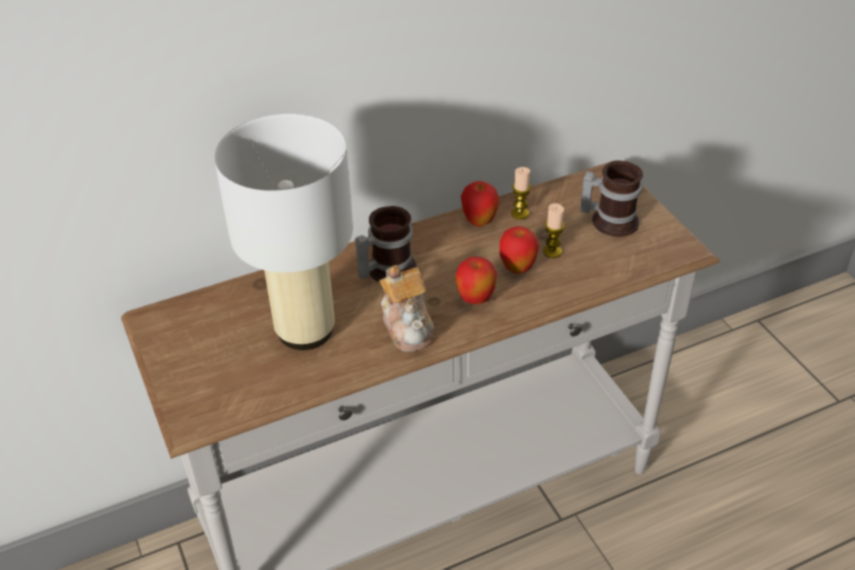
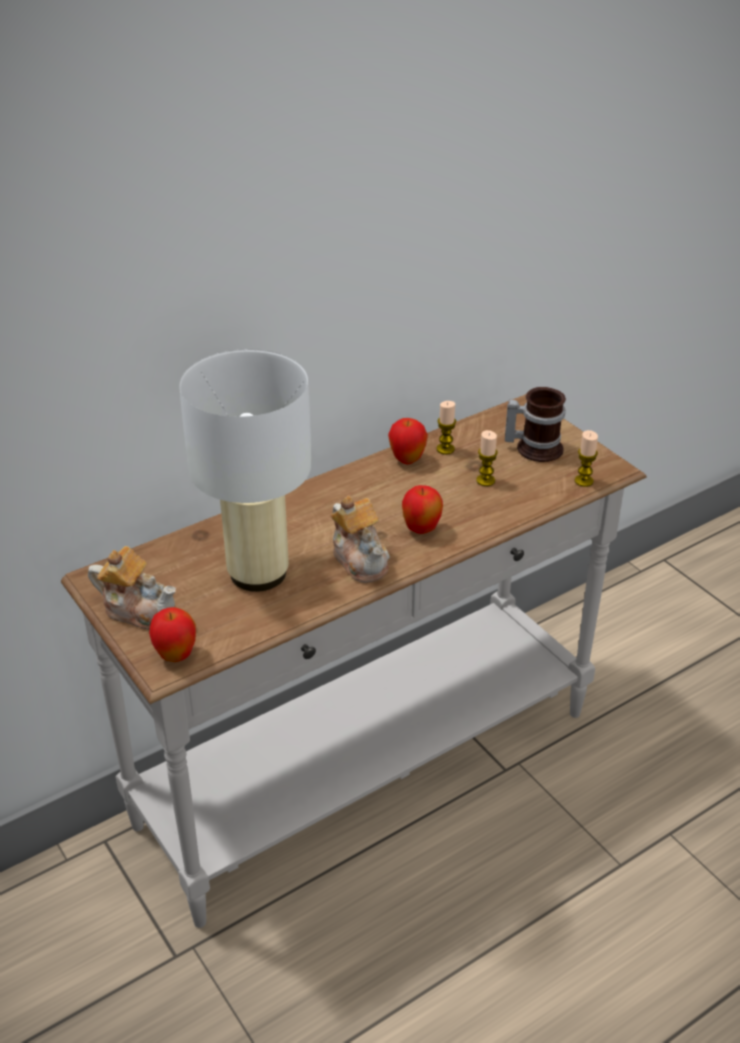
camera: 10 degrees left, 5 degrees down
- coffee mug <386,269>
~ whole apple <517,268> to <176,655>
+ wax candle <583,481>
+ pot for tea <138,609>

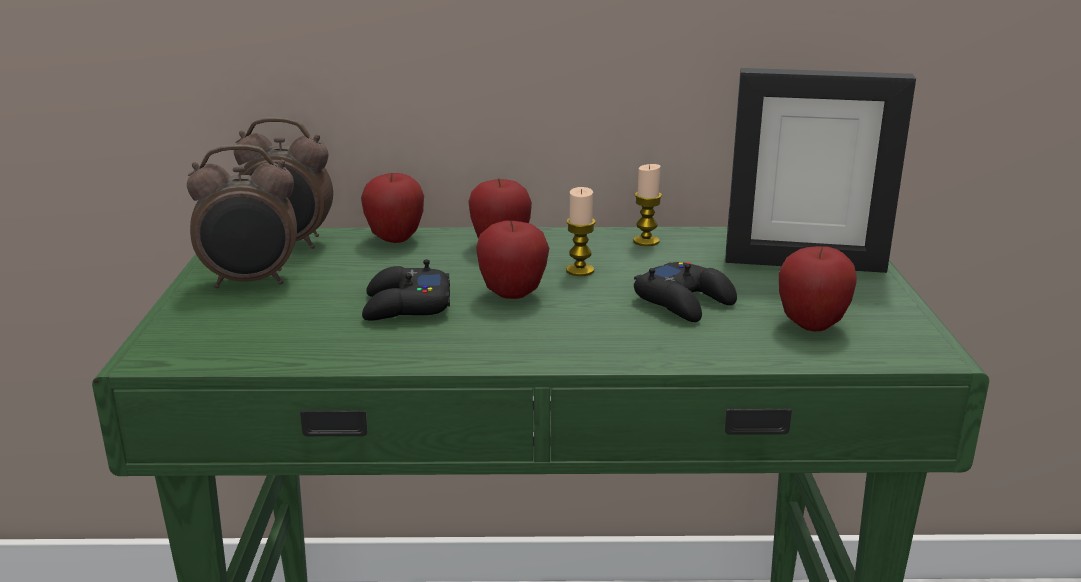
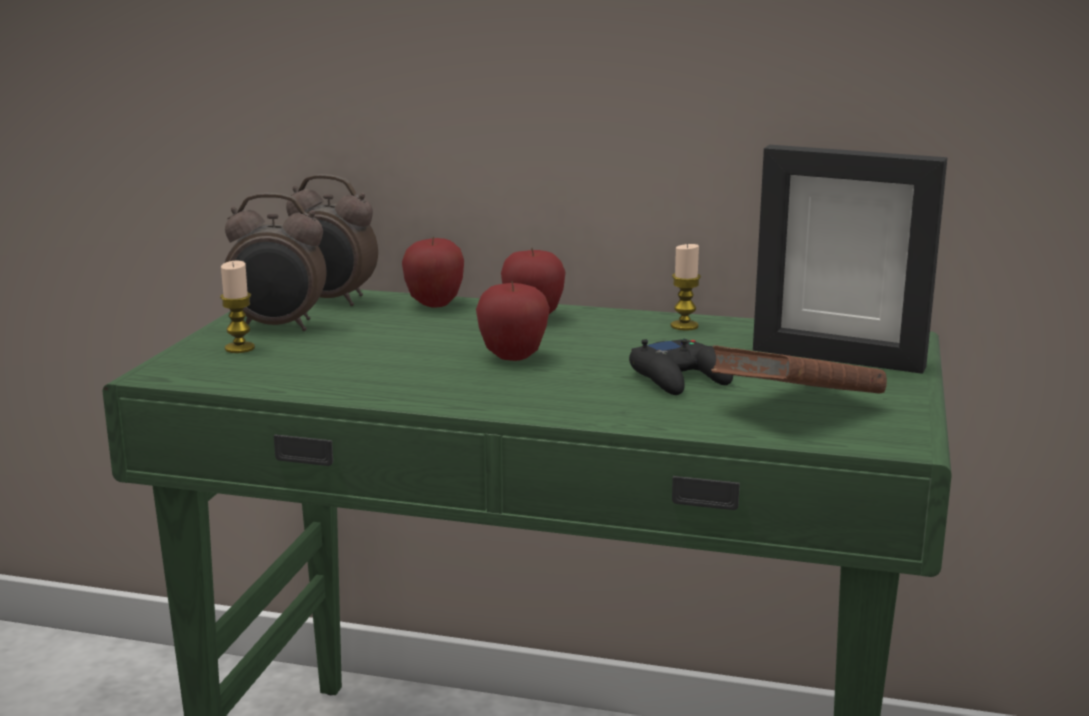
camera: 15 degrees right, 5 degrees down
~ wax candle <580,270> to <239,348>
~ whole apple <811,325> to brown bound book <795,409>
- black-coloured gamepad <406,306>

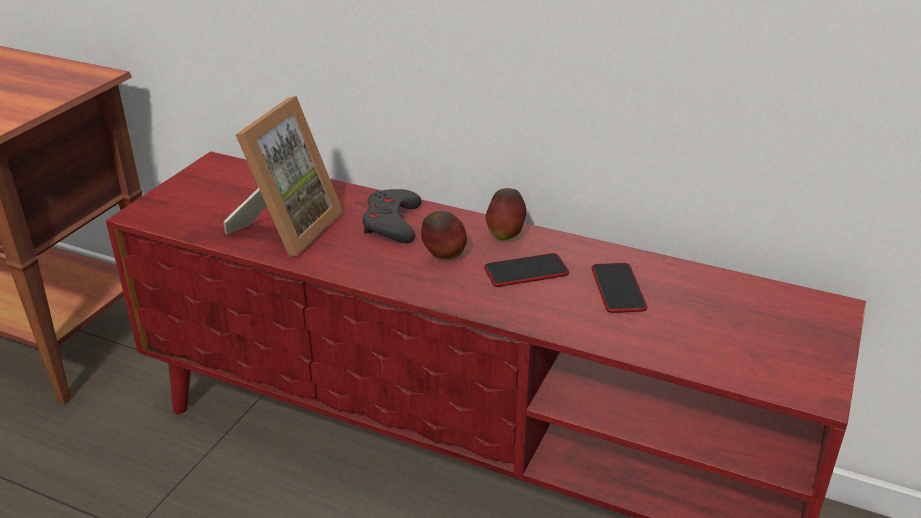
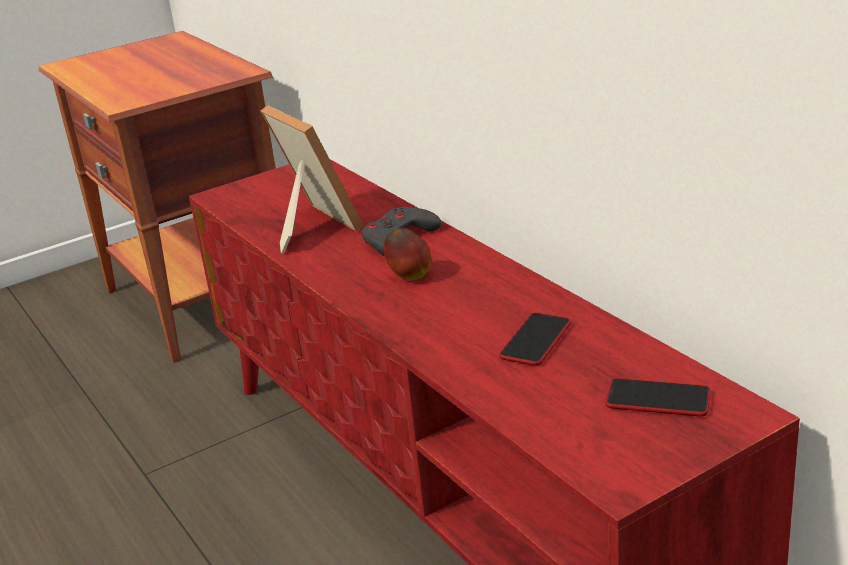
camera: 35 degrees right, 5 degrees down
~ picture frame <287,228> = <310,227> 90 degrees counterclockwise
- whole apple <505,235>
~ handset <526,271> to <658,399>

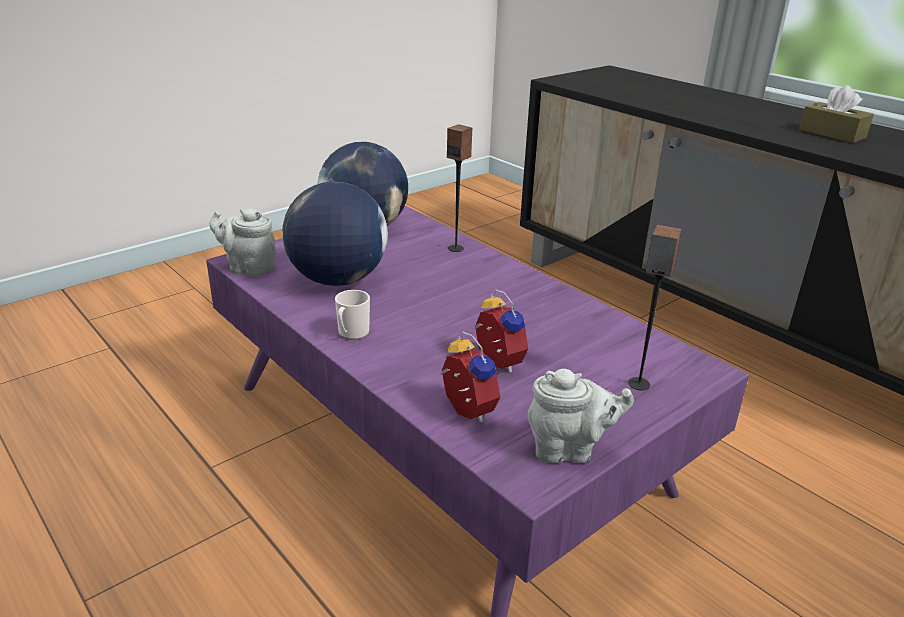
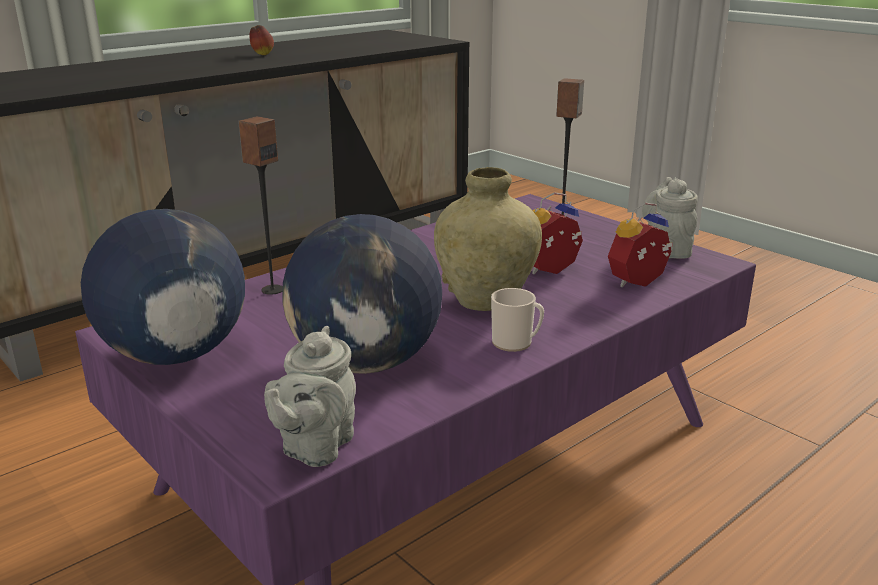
camera: 90 degrees left, 5 degrees down
~ brown box of tissues <832,134> to whole apple <262,54>
+ beige decorative vase <486,300>

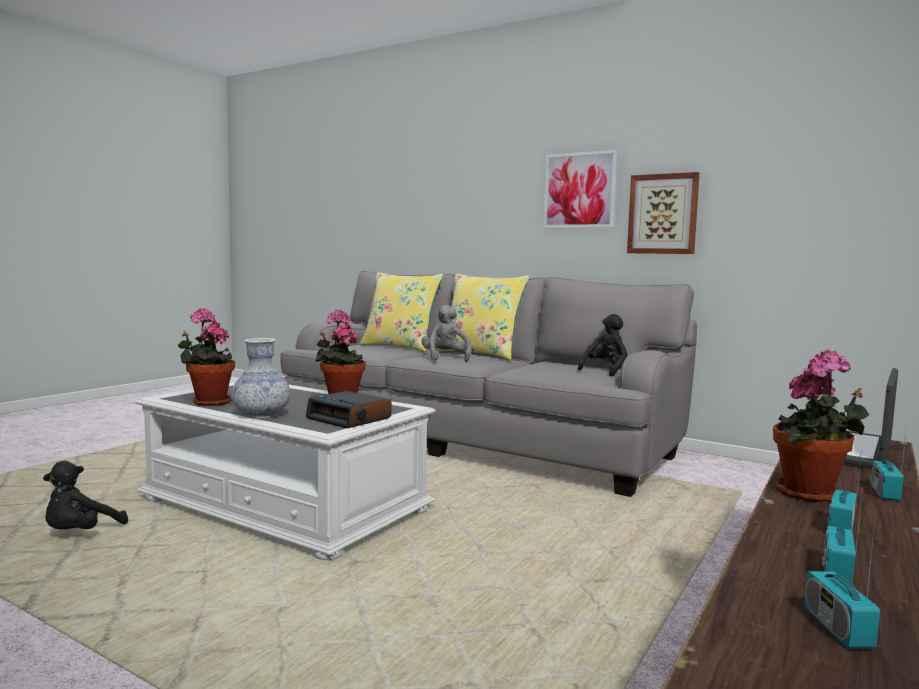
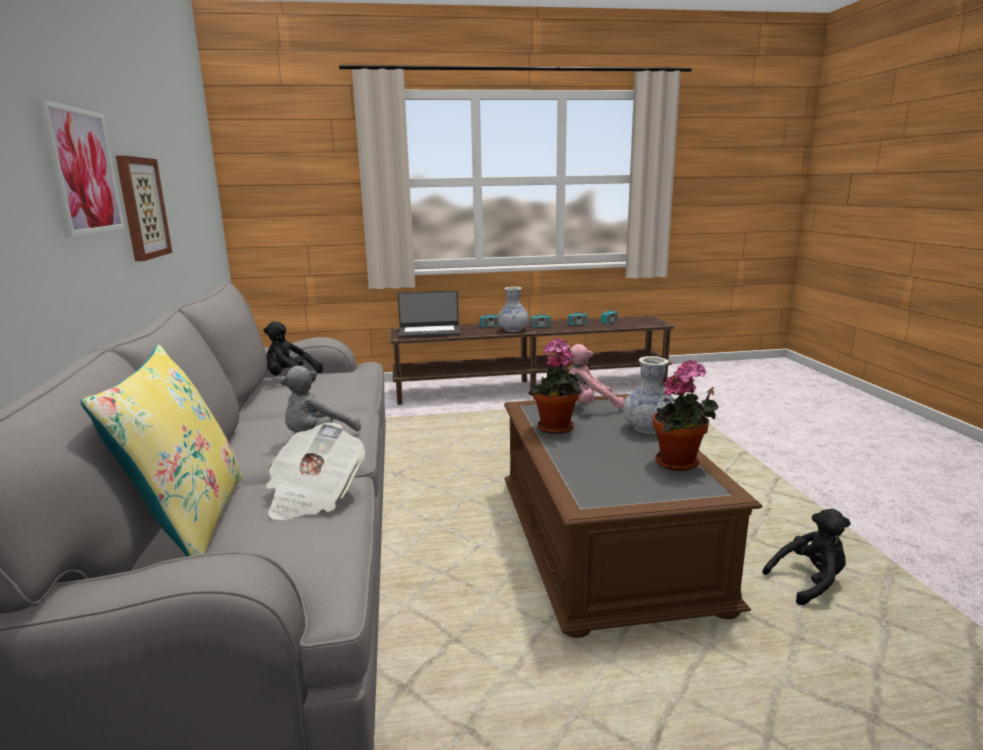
camera: 130 degrees left, 10 degrees up
- yellow cushion <480,354>
~ plant in a pot <811,495> to decorative vase <513,330>
~ white-coloured coffee table <286,505> to brown coffee table <603,540>
~ bedside clock <350,418> to pinkish soft toy <588,406>
+ daily paper <314,496>

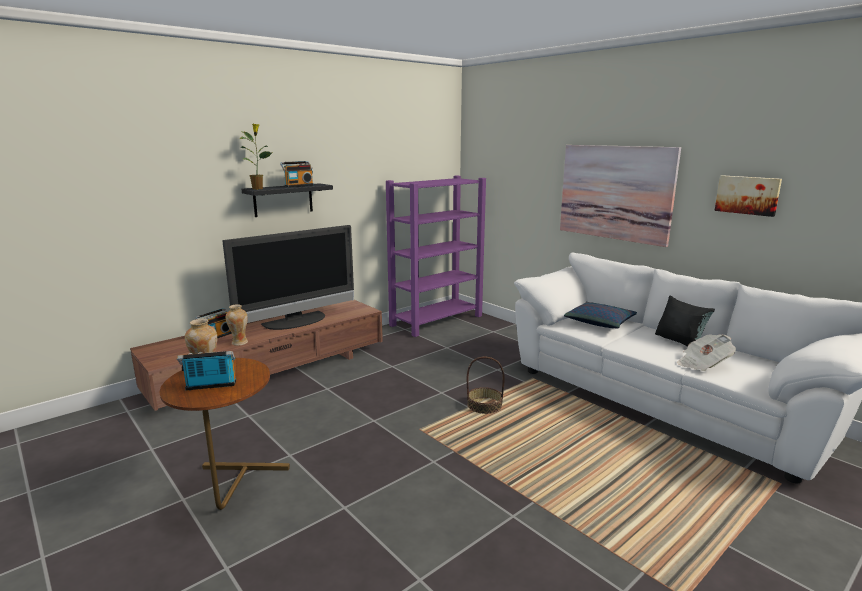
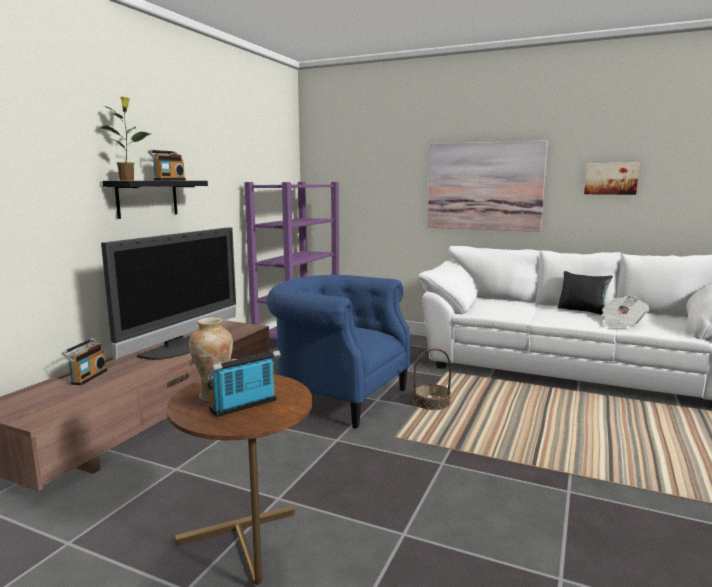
camera: 25 degrees left, 5 degrees down
- bluish cushion <600,322>
- decorative vase <239,343>
+ bluish lounge chair <337,396>

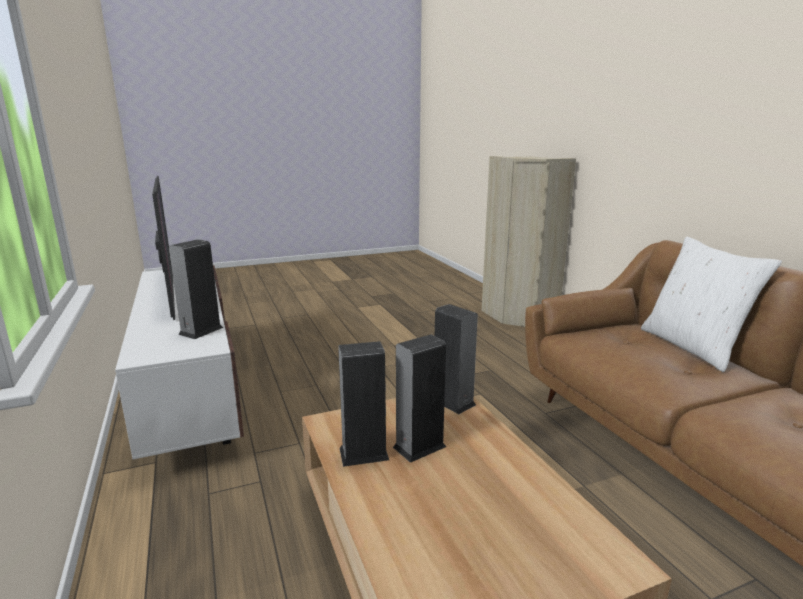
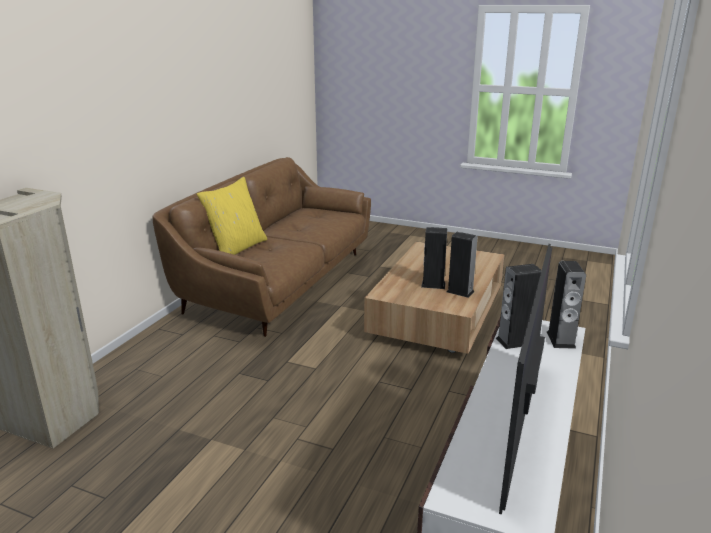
camera: 135 degrees left, 5 degrees up
~ white-coloured cushion <693,347> to yellow cushion <236,248>
~ loudspeaker <453,402> to <561,340>

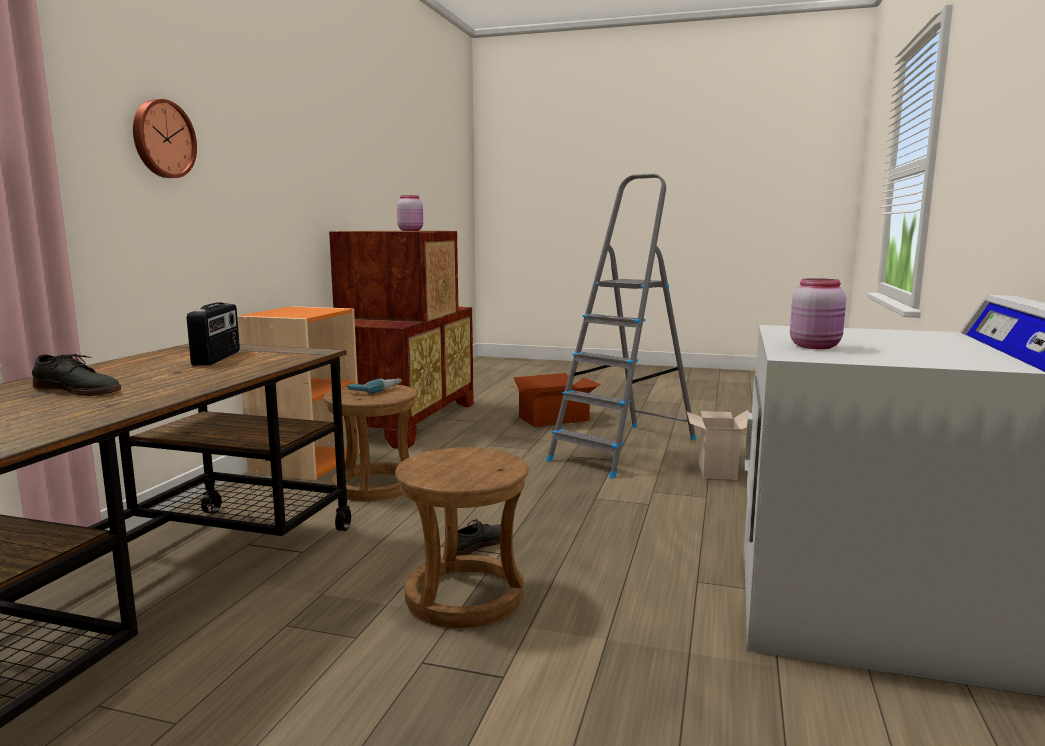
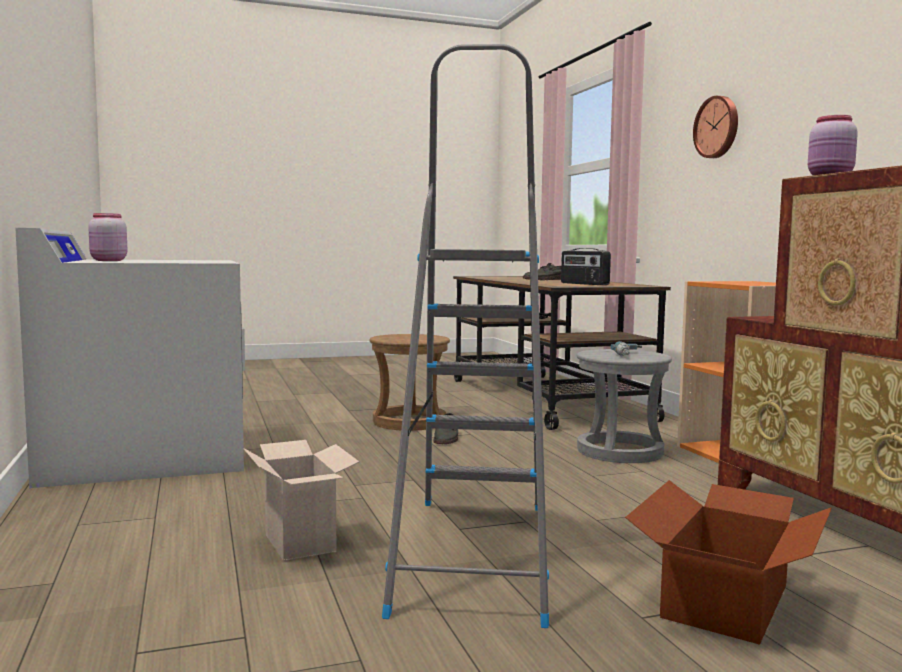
camera: 145 degrees right, 5 degrees down
~ pinkish jar <816,346> to <107,260>
~ brown stool seat <374,486> to greyish stool seat <620,451>

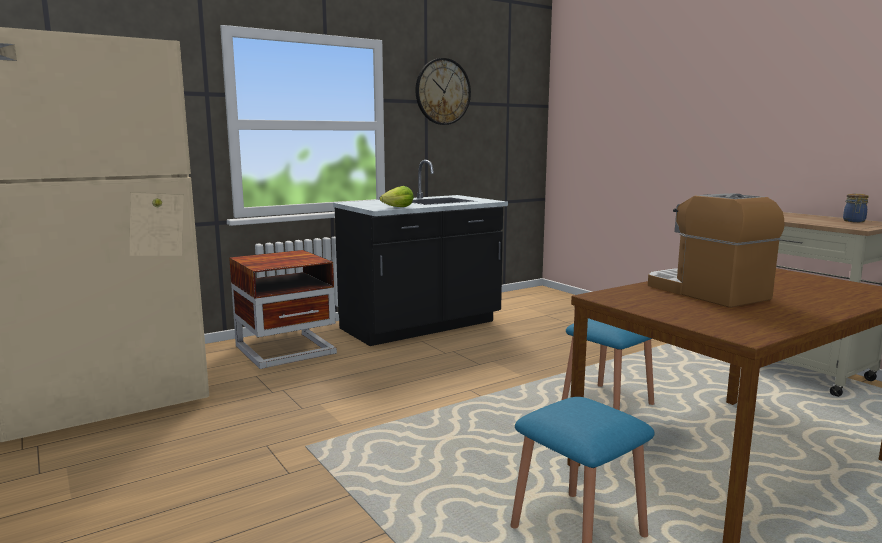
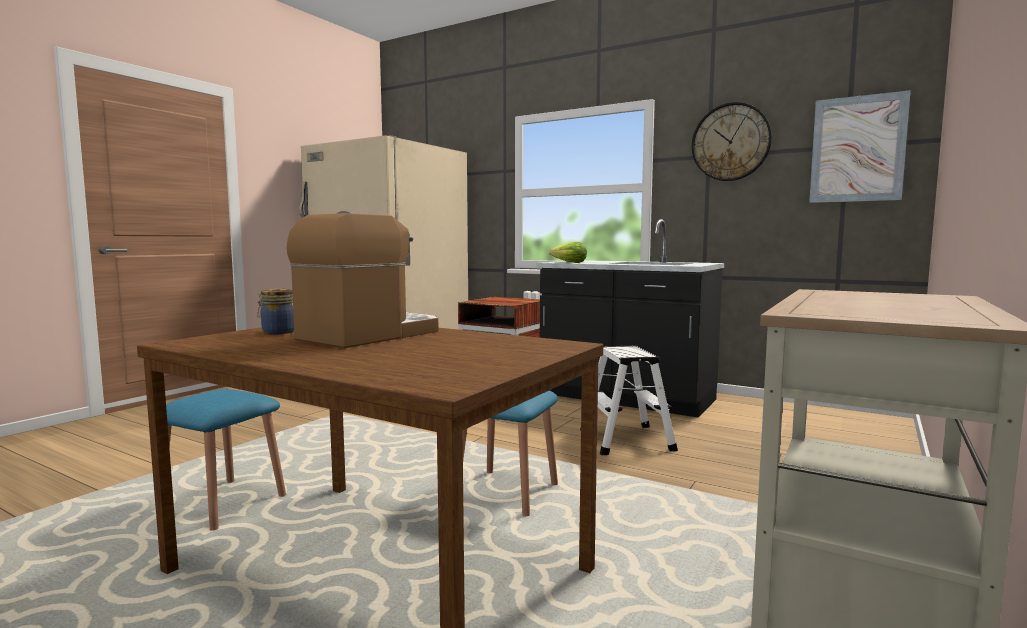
camera: 65 degrees right, 5 degrees down
~ jar <854,221> to <277,332>
+ picture <857,149>
+ white-coloured step stool <626,440>

